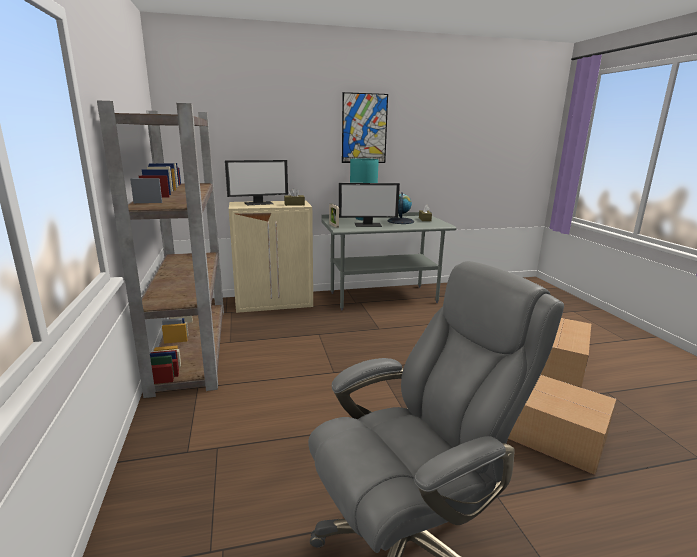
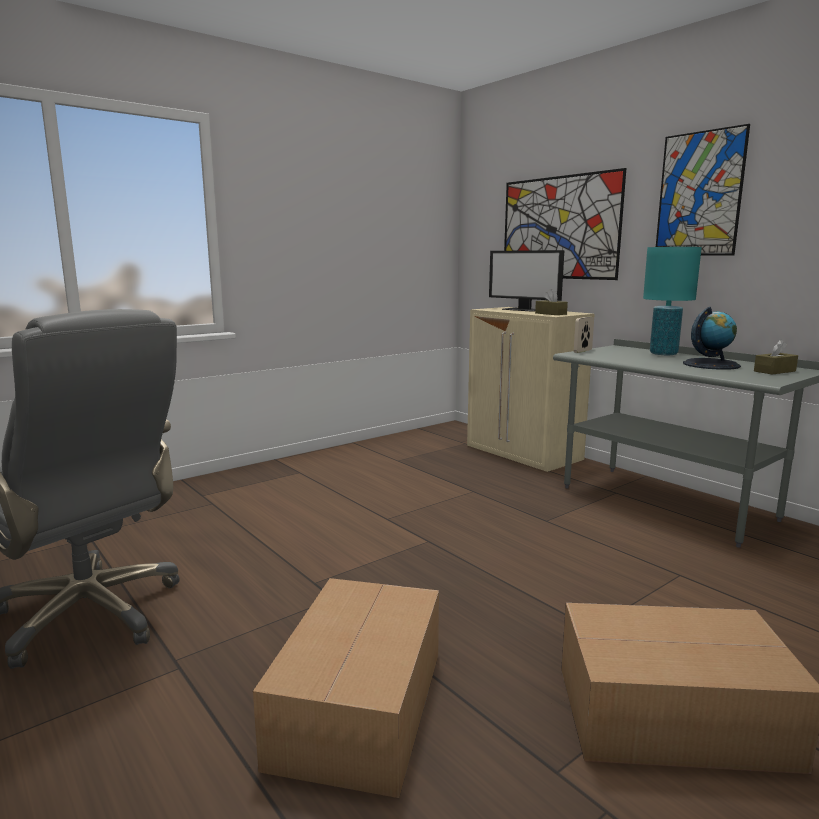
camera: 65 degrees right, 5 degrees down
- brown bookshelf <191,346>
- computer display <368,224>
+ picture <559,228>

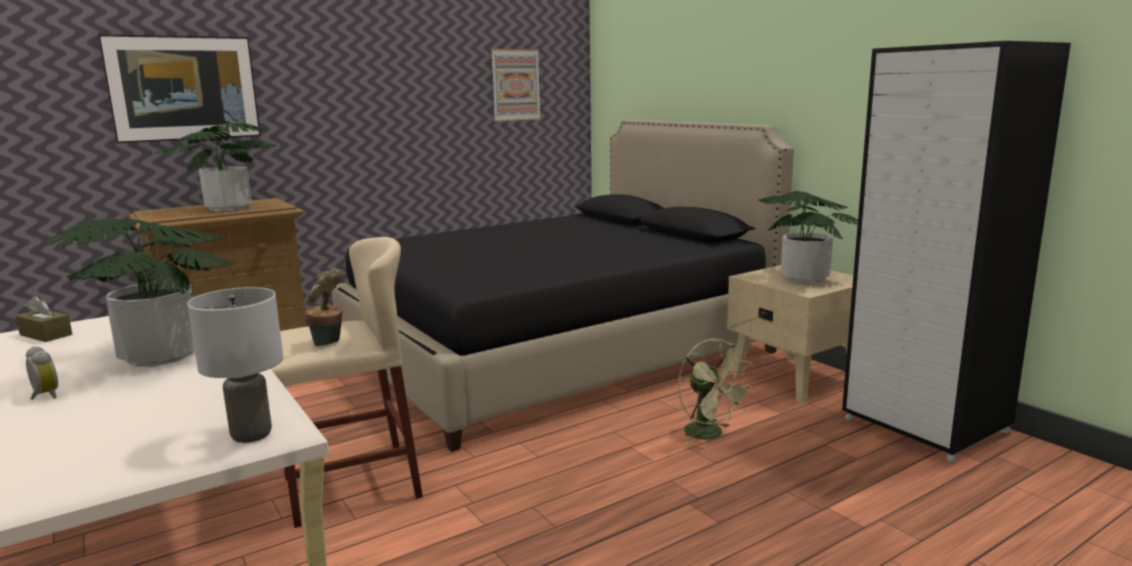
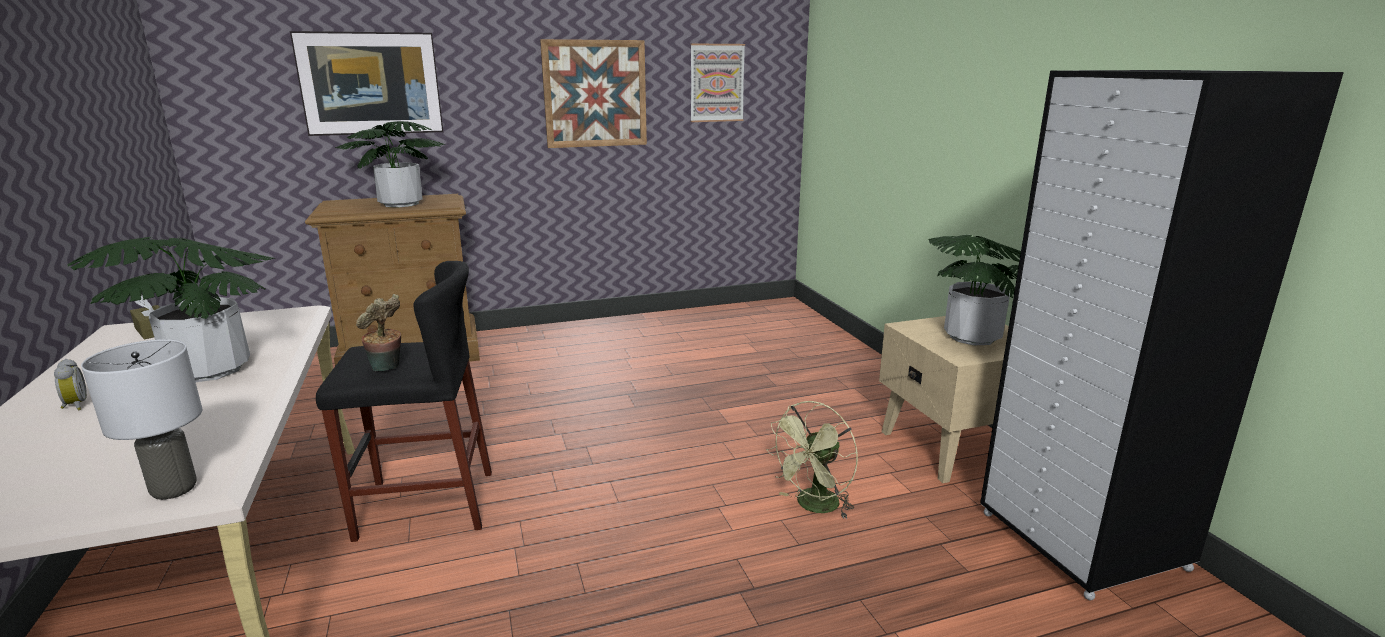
camera: 15 degrees right, 5 degrees up
- black-coloured sleeping bed <557,353>
~ beige stool seat <351,487> to black-coloured stool seat <426,505>
~ green electric fan <710,435> = <813,507> 60 degrees clockwise
+ picture <595,94>

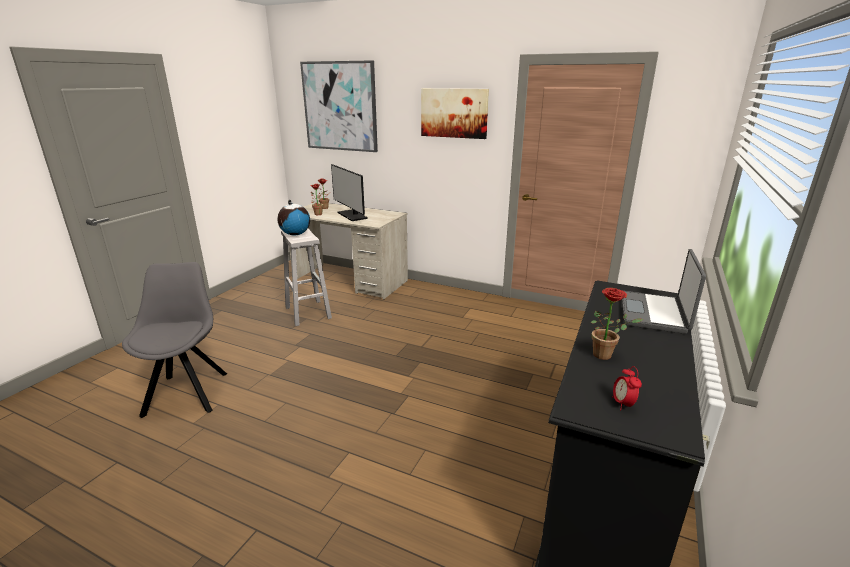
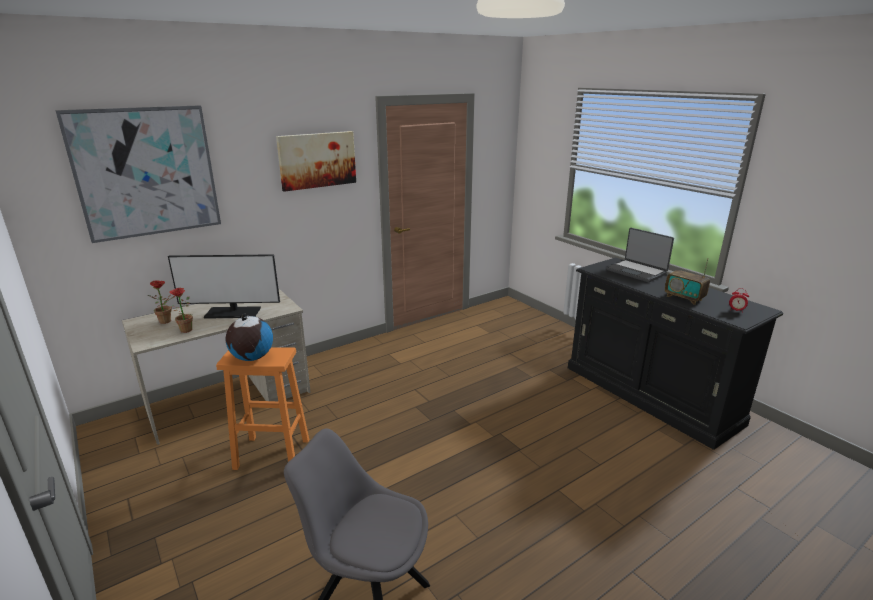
camera: 60 degrees left, 0 degrees up
~ white-coloured stool seat <307,312> to orange stool seat <271,454>
~ plant in a pot <606,355> to radio <684,298>

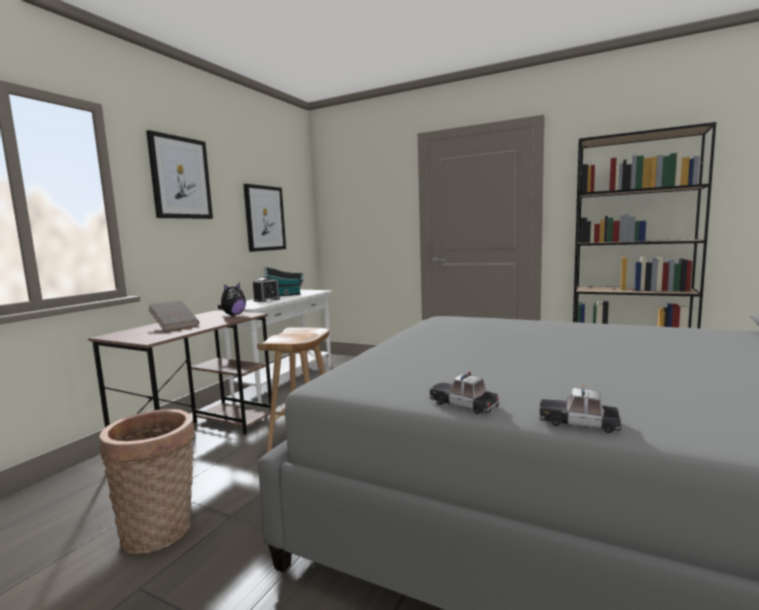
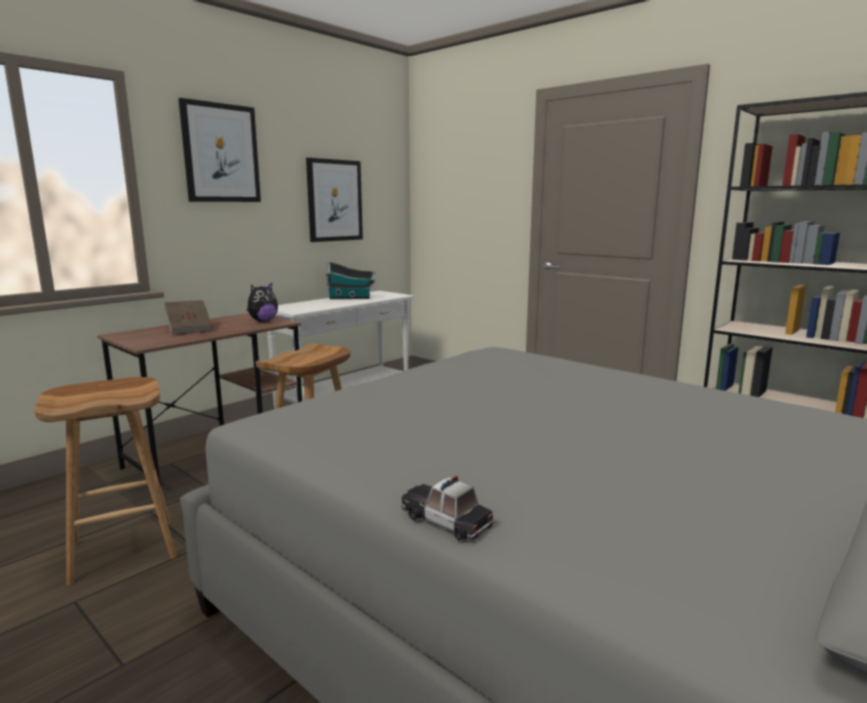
camera: 15 degrees right, 5 degrees up
- bedside clock <266,300>
- toy car <463,403>
~ storage basket <161,531> to brown stool seat <125,549>

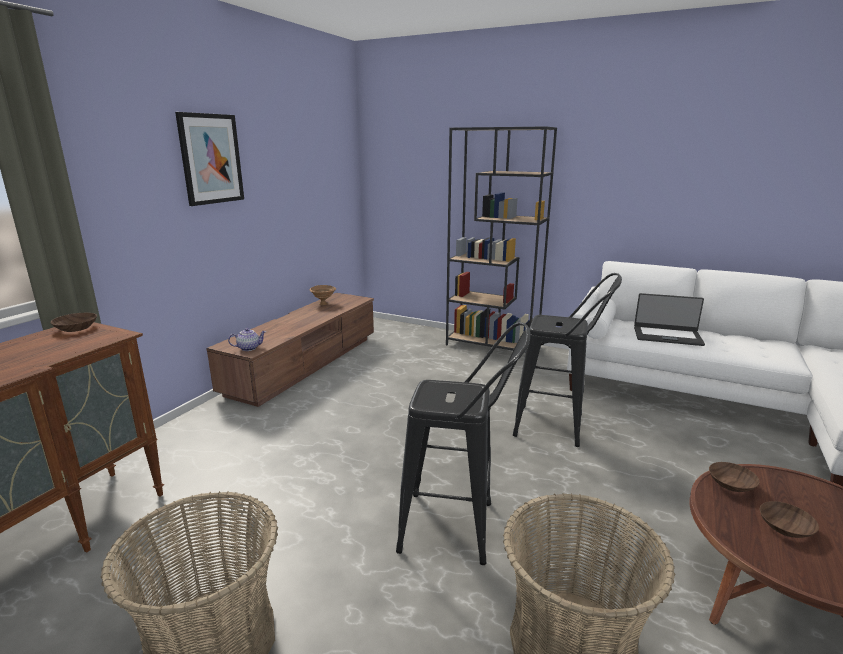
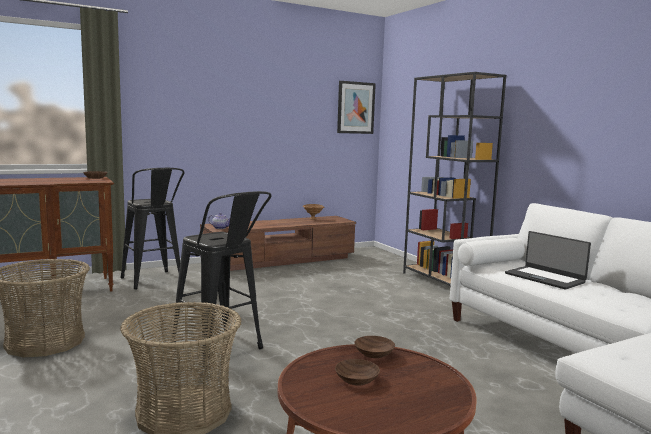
camera: 35 degrees right, 10 degrees down
~ picture <211,159> to <355,107>
~ black-coloured stool seat <558,427> to <153,282>

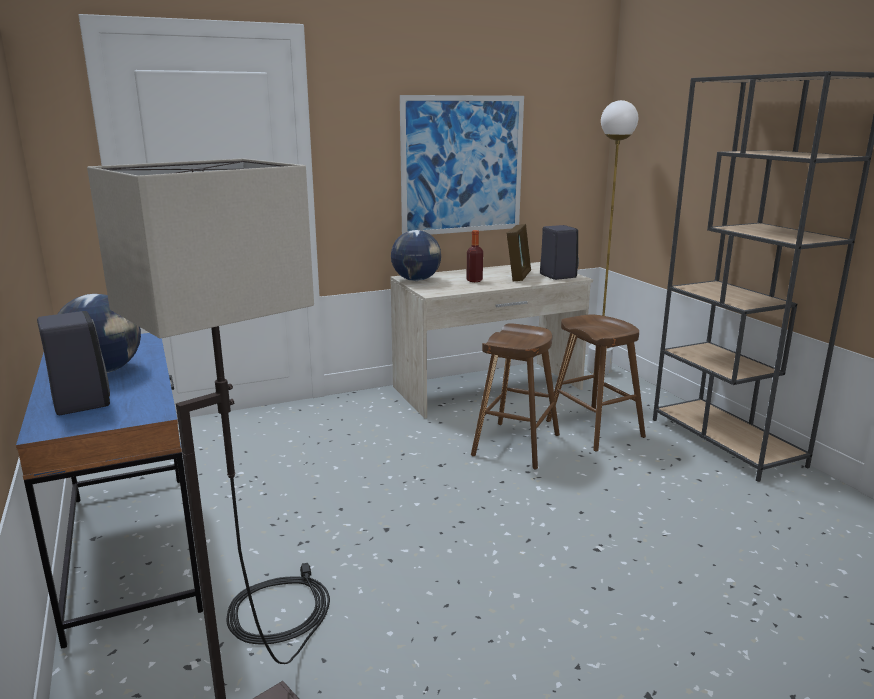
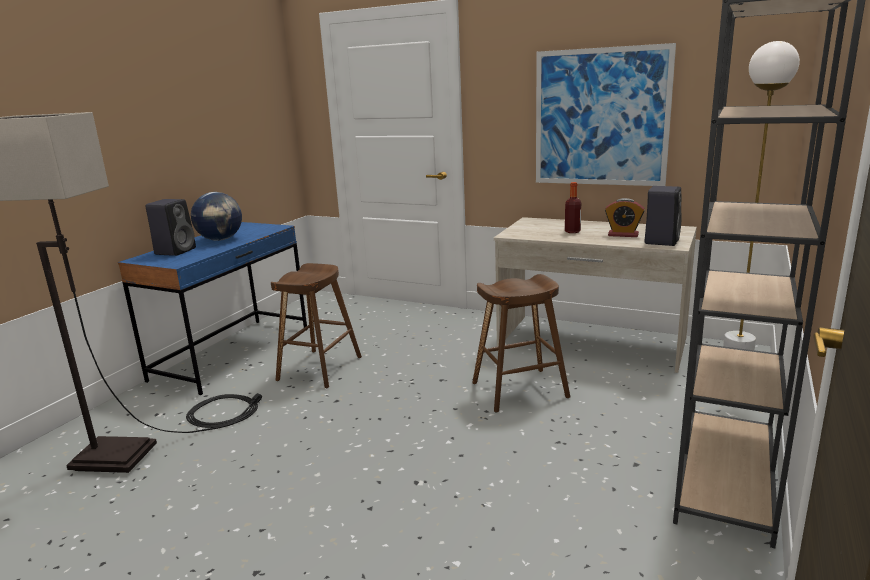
camera: 50 degrees right, 0 degrees up
~ picture frame <518,276> to bedside clock <623,235>
- globe <416,280>
~ brown stool seat <594,429> to <320,368>

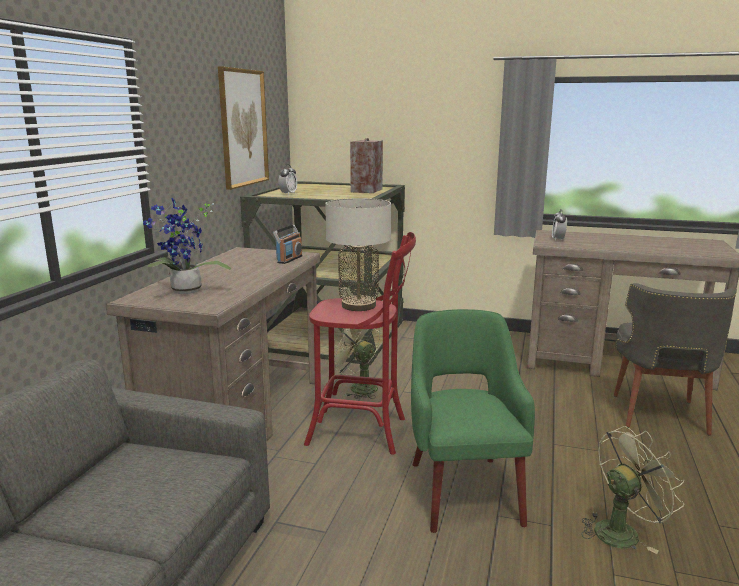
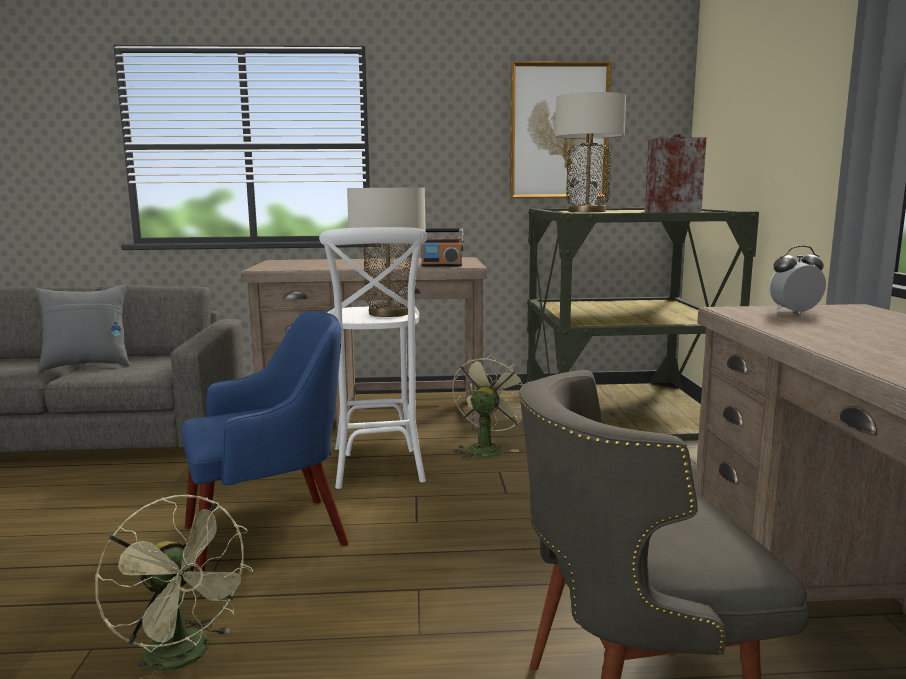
camera: 70 degrees right, 5 degrees down
- plant in a pot <185,292>
~ red-coloured stool seat <362,432> to white-coloured stool seat <377,466>
~ green lounge chair <464,489> to bluish lounge chair <271,534>
+ lamp for a table <587,211>
+ greyish cushion <87,366>

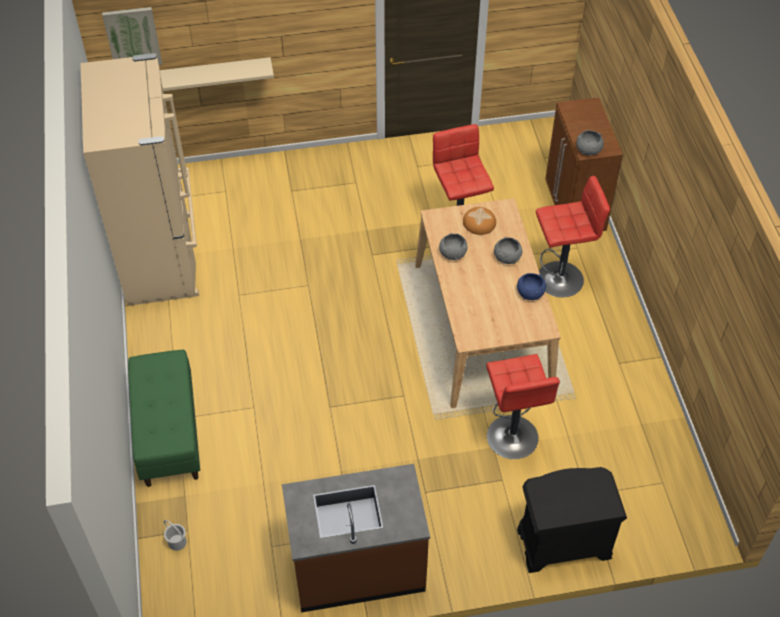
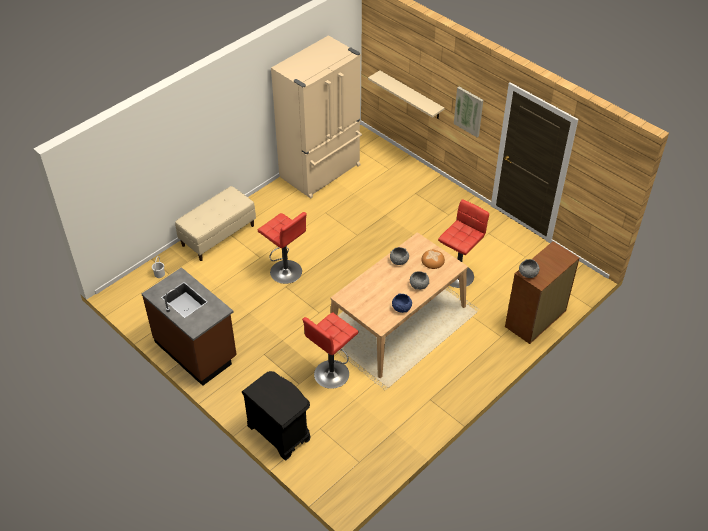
camera: 55 degrees right, 5 degrees down
~ picture <132,37> to <469,111>
~ red-coloured stool seat <560,279> to <286,272>
~ green indoor bench <168,432> to beige indoor bench <218,235>

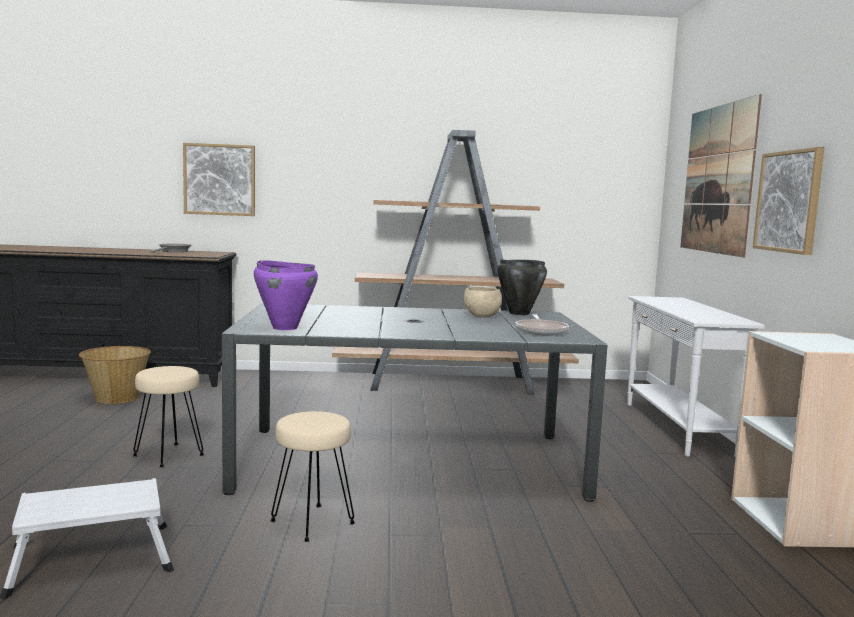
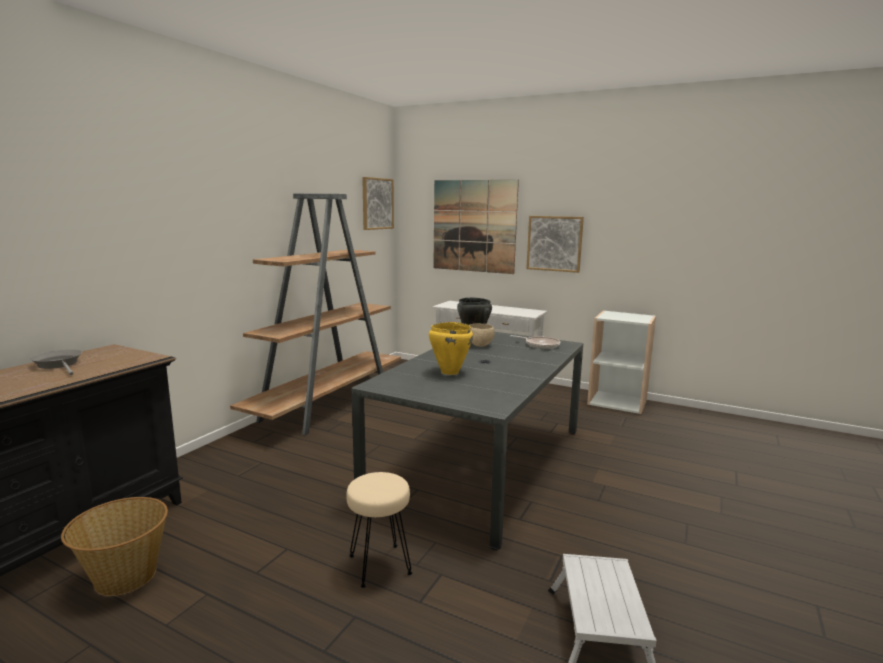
camera: 60 degrees left, 5 degrees up
~ picture <219,179> to <377,203>
- purple cooking pot <284,328>
- beige stool seat <311,523>
+ yellow cooking pot <449,372>

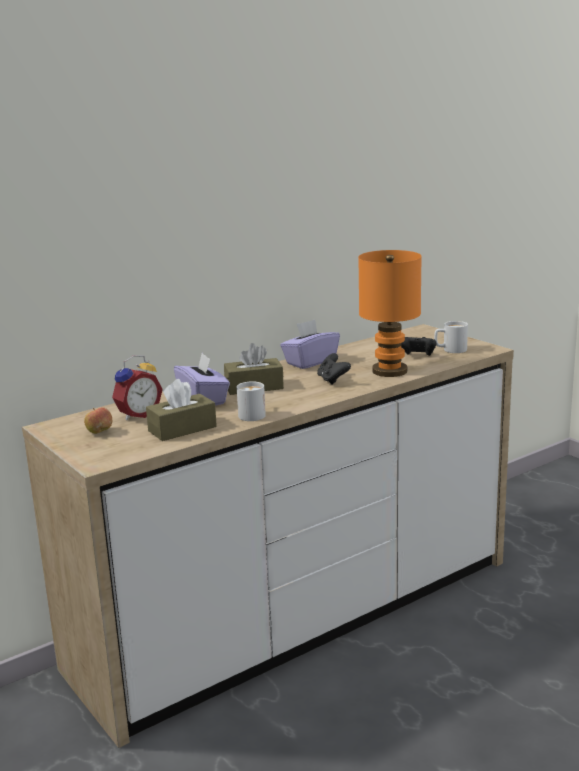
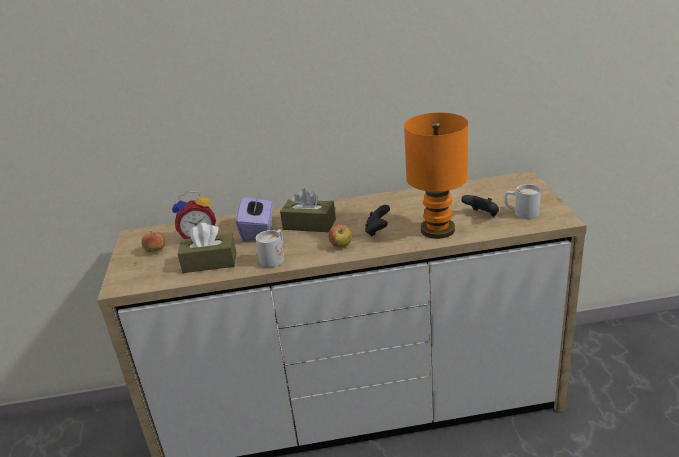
camera: 30 degrees right, 10 degrees up
- purple box of tissues <310,362>
+ whole apple <341,245>

